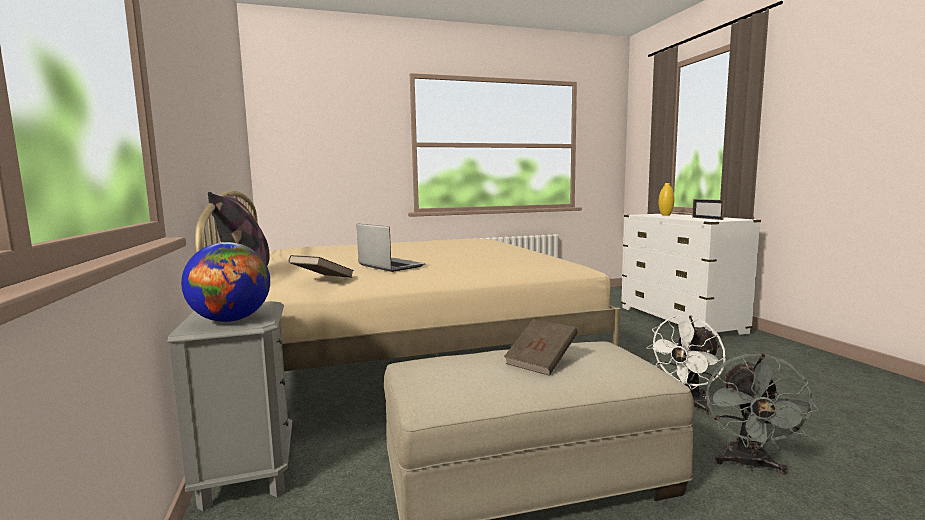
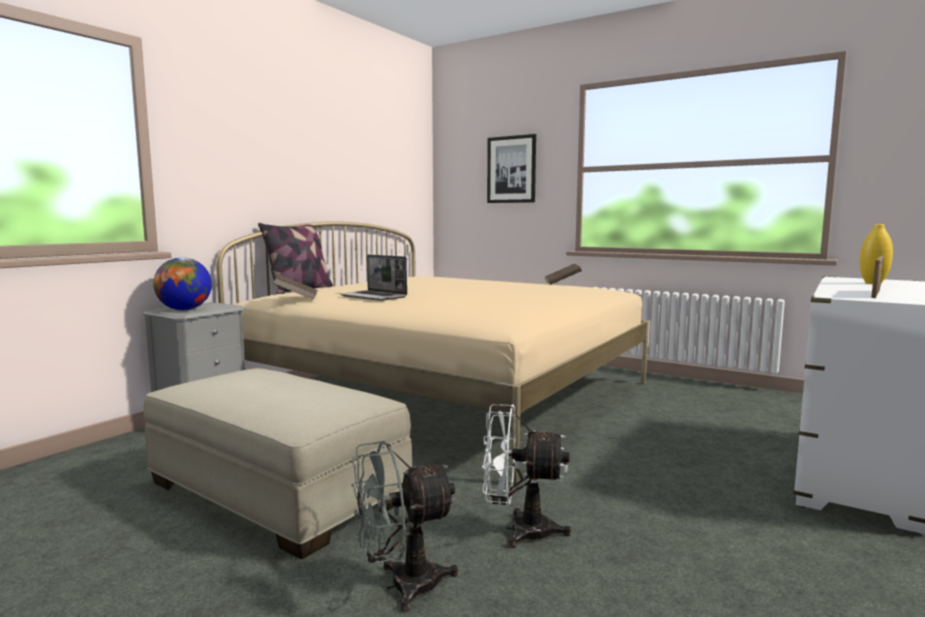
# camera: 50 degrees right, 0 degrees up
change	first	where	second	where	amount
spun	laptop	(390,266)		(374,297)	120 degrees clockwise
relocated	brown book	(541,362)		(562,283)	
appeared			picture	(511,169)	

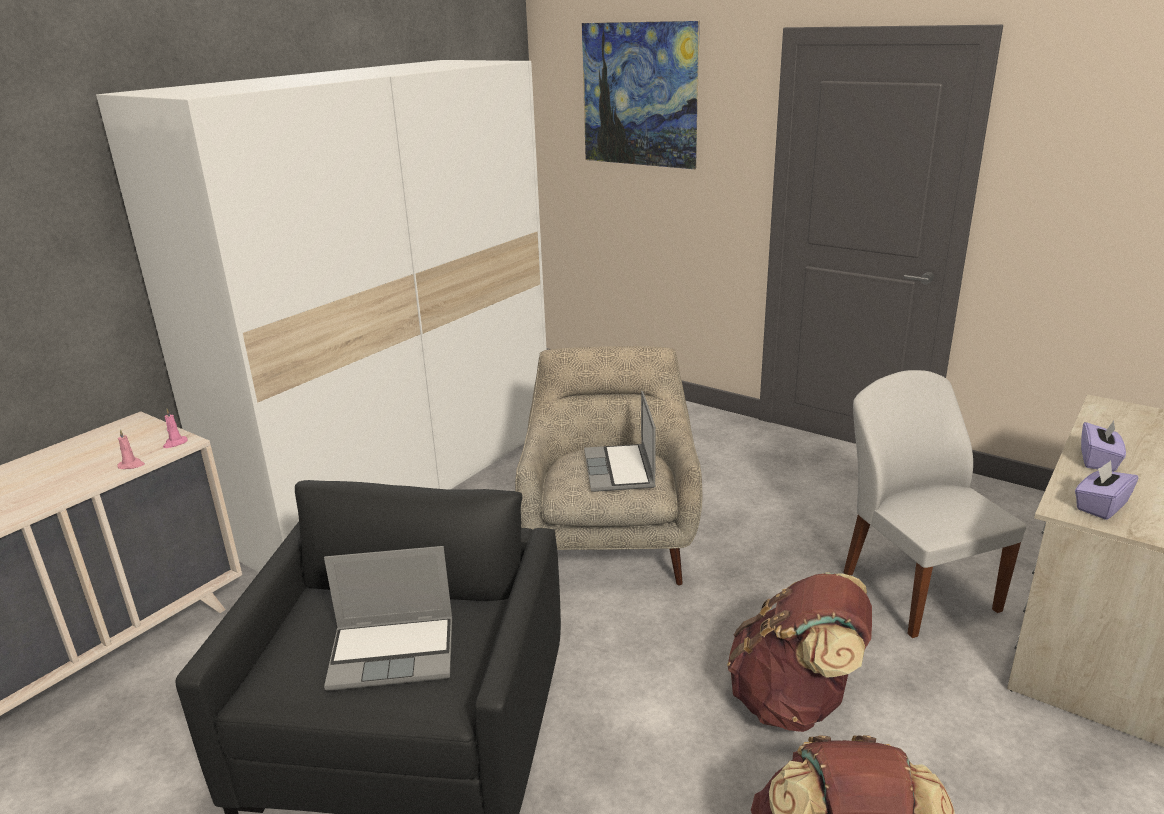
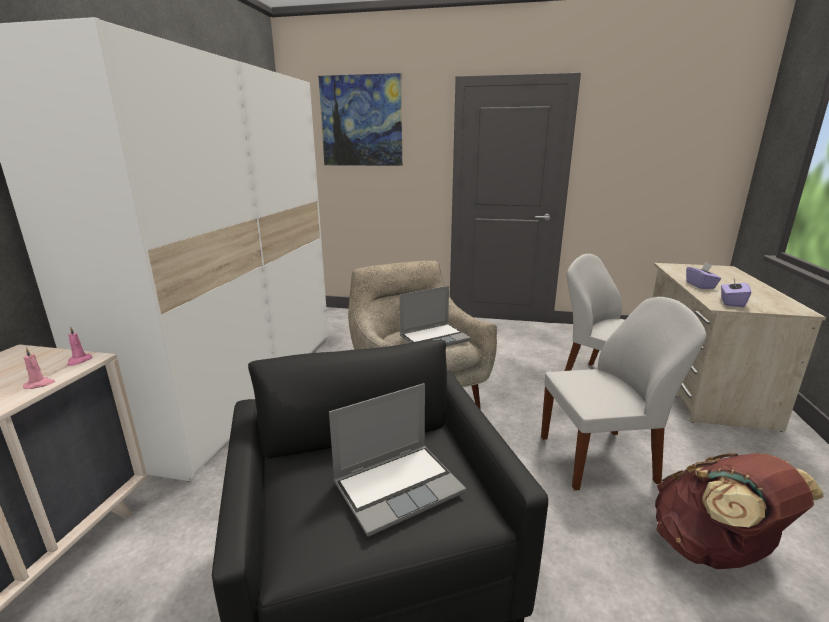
# camera: 25 degrees left, 5 degrees down
change	first	where	second	where	amount
spun	laptop	(620,470)		(434,338)	90 degrees counterclockwise
exchanged	brown backpack	(795,701)	white chair	(600,459)	

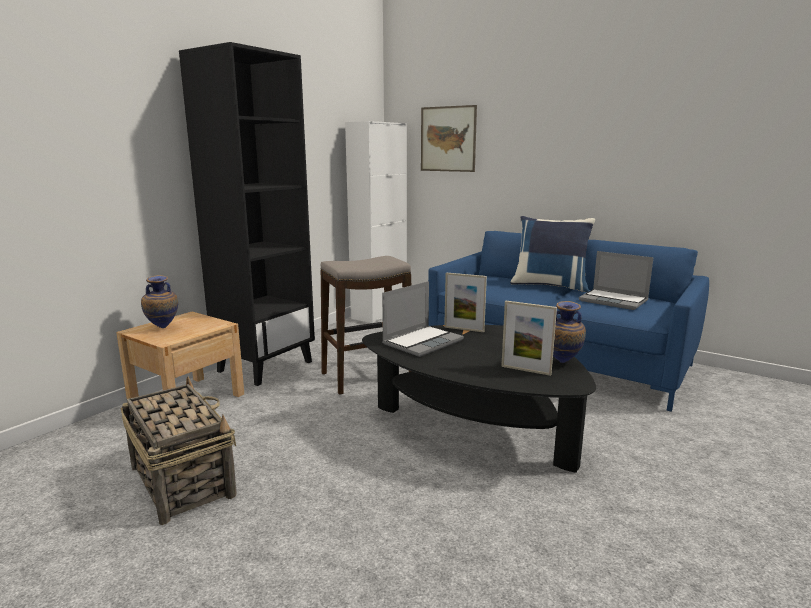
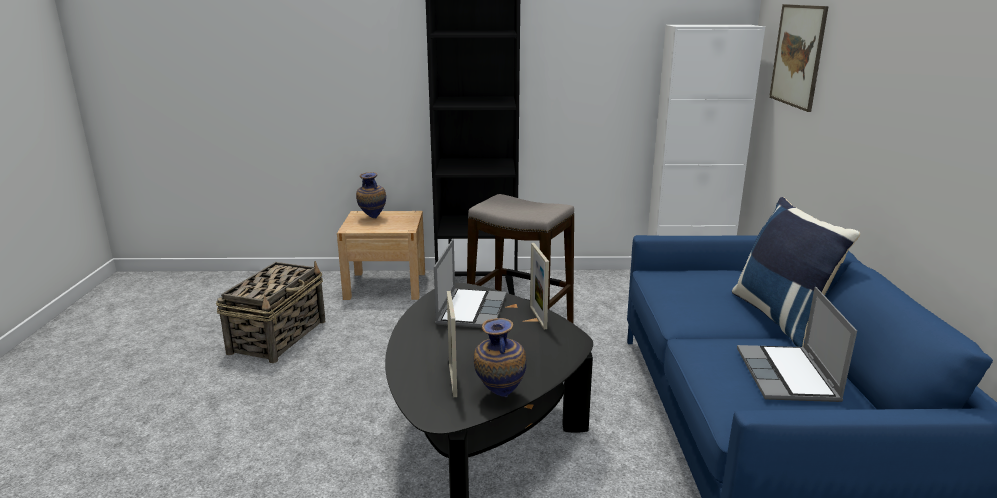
# camera: 55 degrees right, 5 degrees up
change	first	where	second	where	amount
spun	laptop	(423,342)		(470,310)	90 degrees counterclockwise

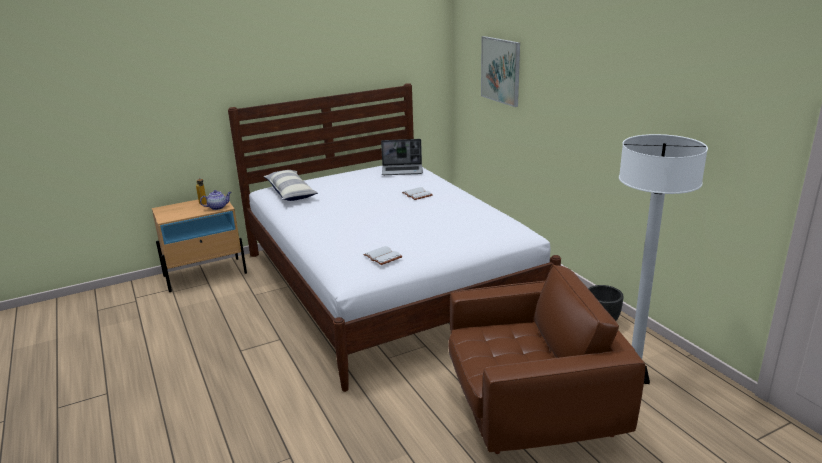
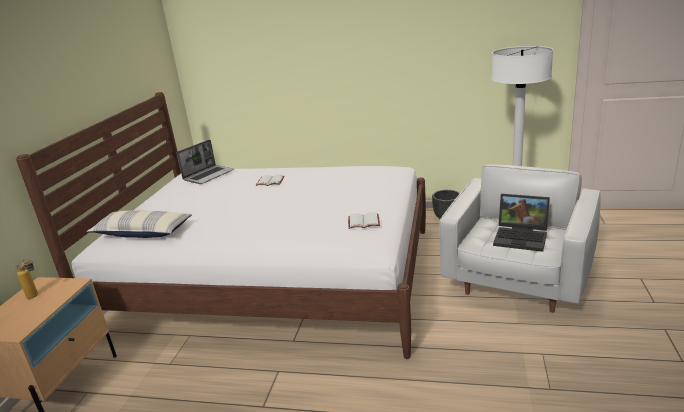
# camera: 50 degrees left, 0 degrees up
change	first	where	second	where	amount
missing	teapot	(218,207)			
colour	brown armchair	(530,411)	white armchair	(518,280)	
missing	picture	(500,70)			
appeared			laptop	(522,237)	

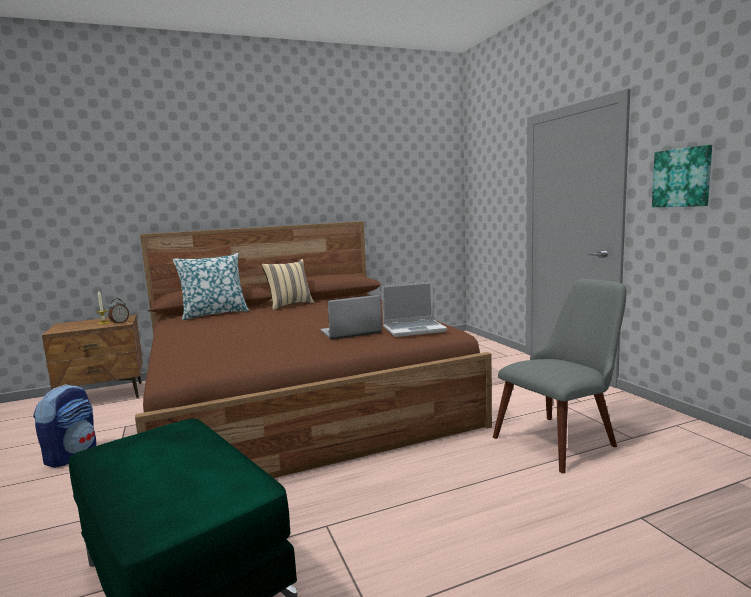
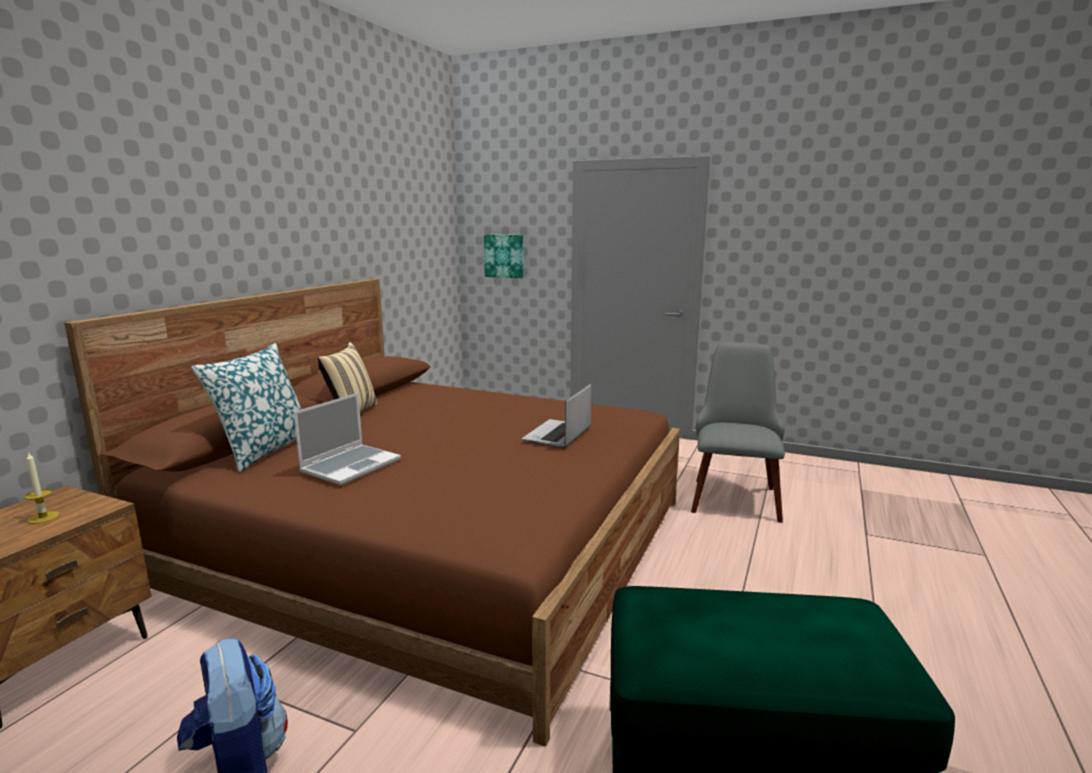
# camera: 45 degrees left, 5 degrees up
change	first	where	second	where	amount
missing	alarm clock	(119,323)			
relocated	laptop	(414,329)		(351,465)	
relocated	picture	(682,177)		(504,256)	

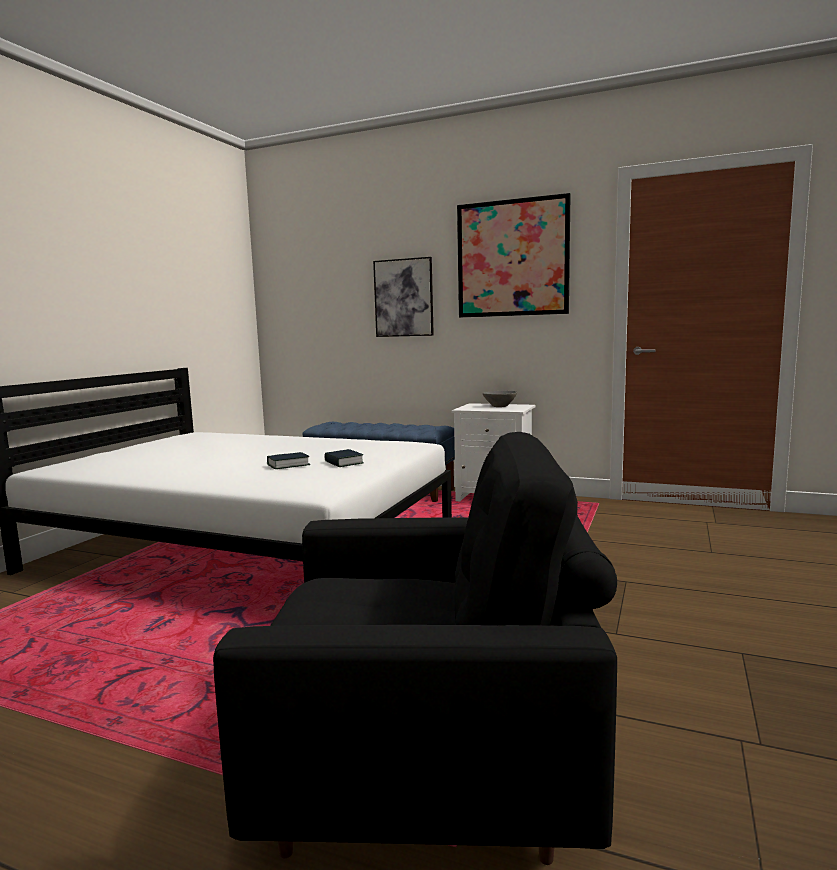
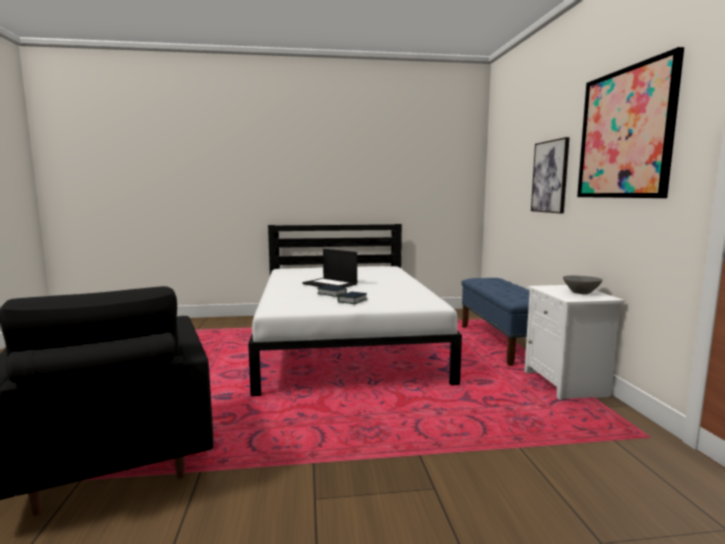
# camera: 60 degrees right, 0 degrees up
change	first	where	second	where	amount
appeared			laptop	(330,284)	

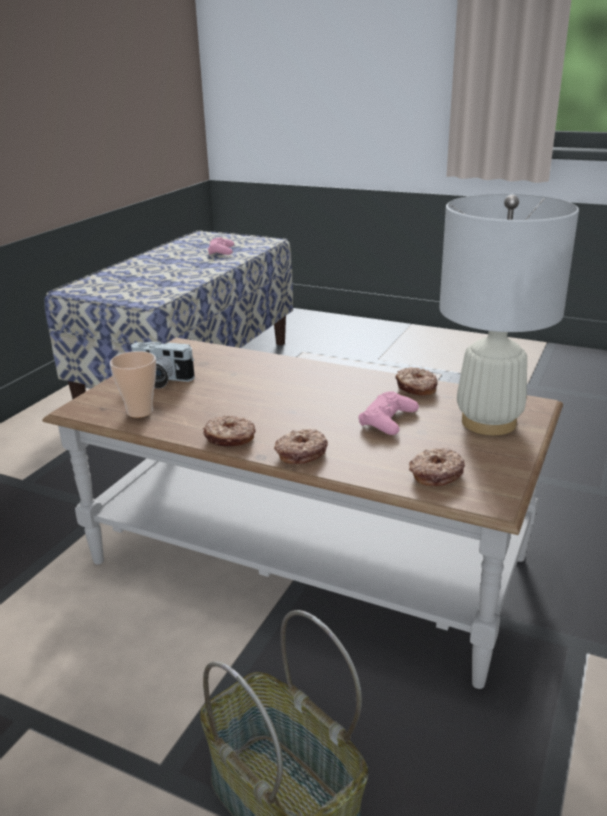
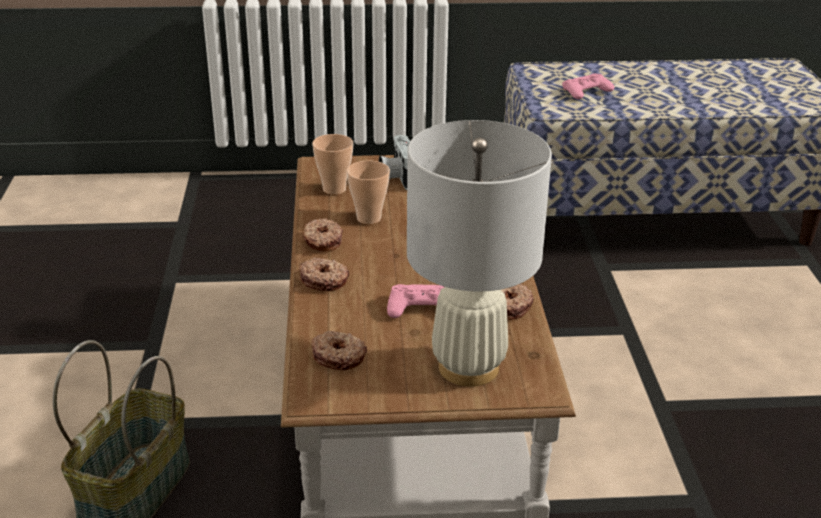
# camera: 60 degrees right, 5 degrees up
change	first	where	second	where	amount
relocated	pink game controller	(221,251)		(586,91)	
appeared			cup	(369,218)	

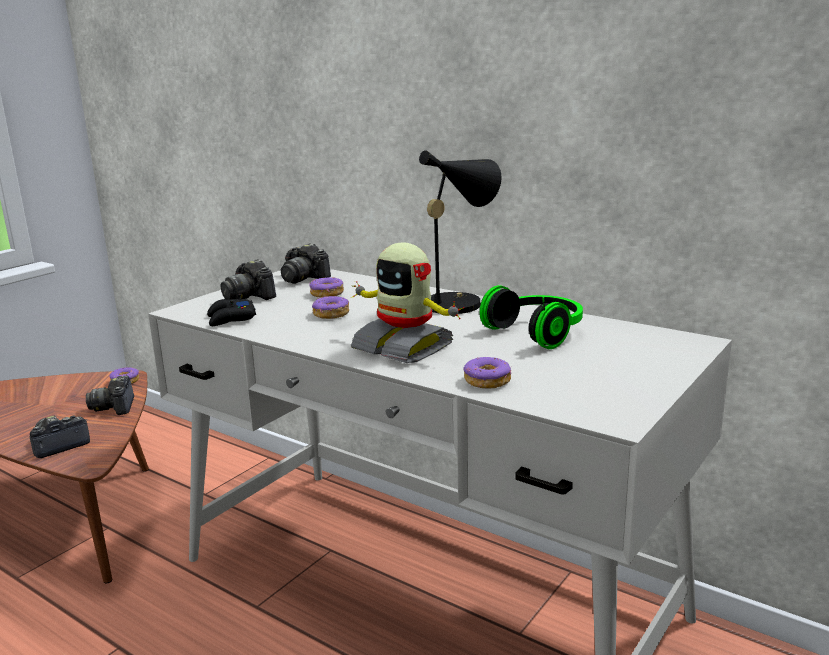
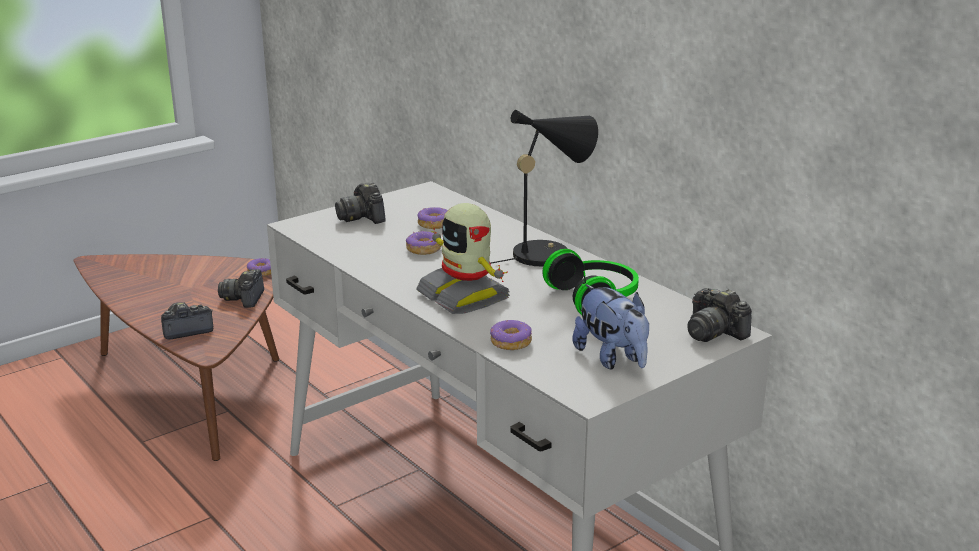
# camera: 15 degrees right, 5 degrees up
change	first	where	second	where	amount
missing	black game controller	(231,319)			
relocated	photo camera	(303,278)		(714,332)	
appeared			plush toy	(612,358)	

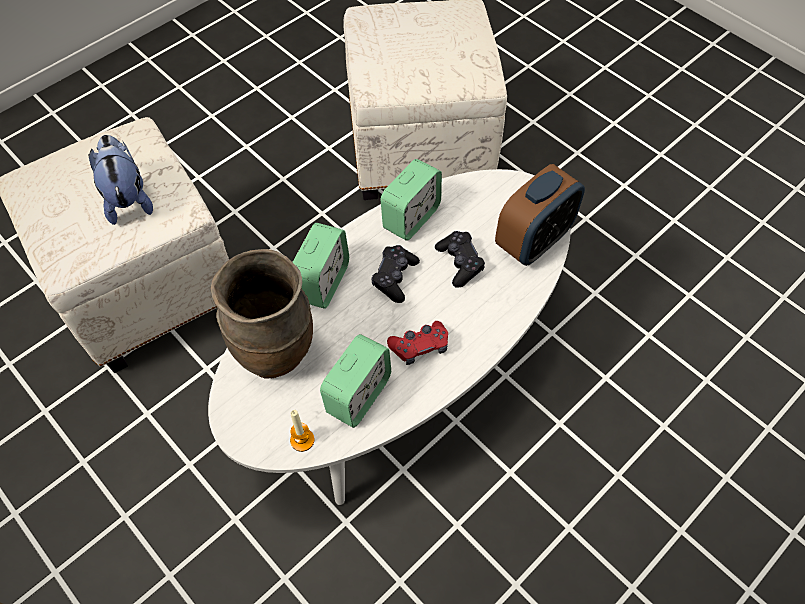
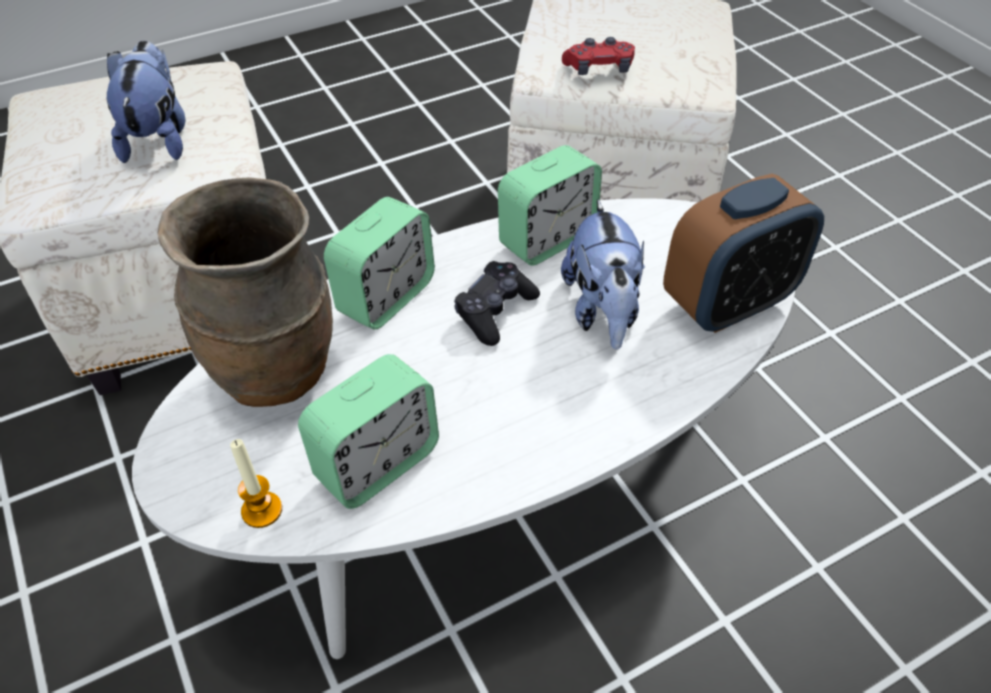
# camera: 15 degrees right, 10 degrees down
change	first	where	second	where	amount
relocated	red game controller	(420,346)		(598,69)	
exchanged	black game controller	(459,263)	plush toy	(602,311)	

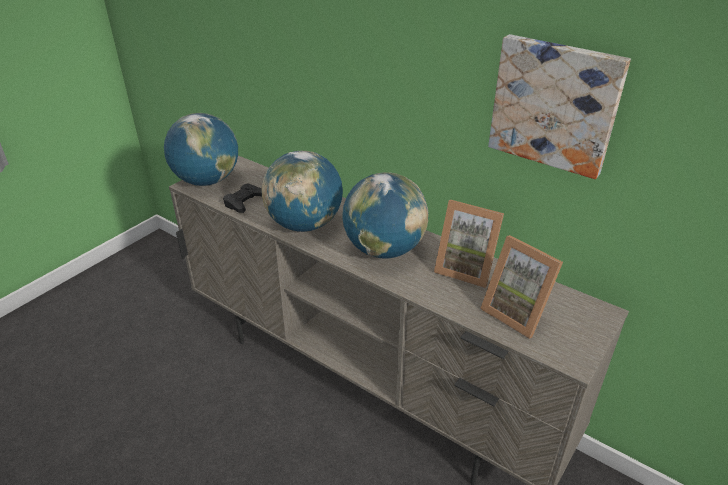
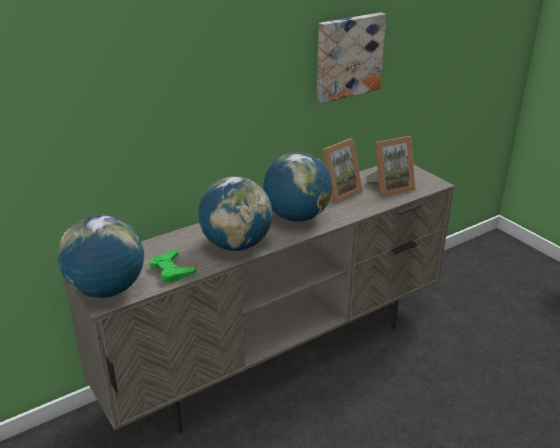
# camera: 70 degrees left, 5 degrees down
change	first	where	second	where	amount
colour	black game controller	(246,202)	green game controller	(172,270)	

